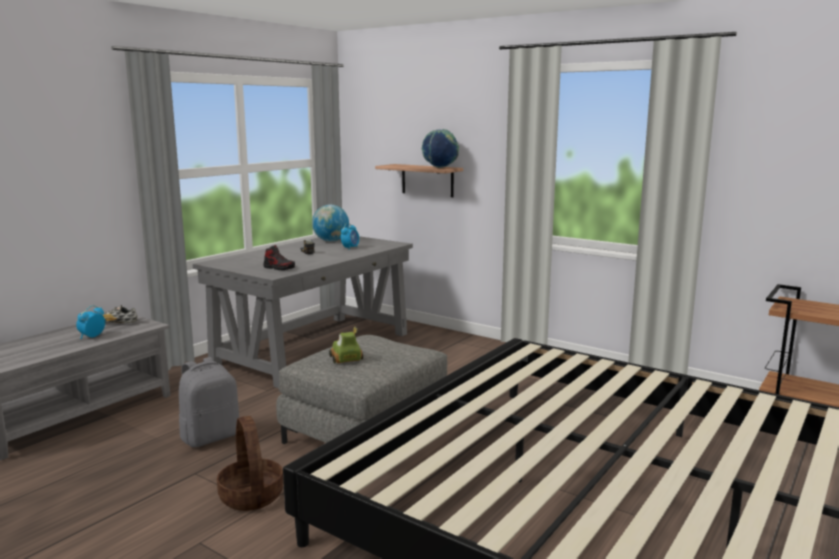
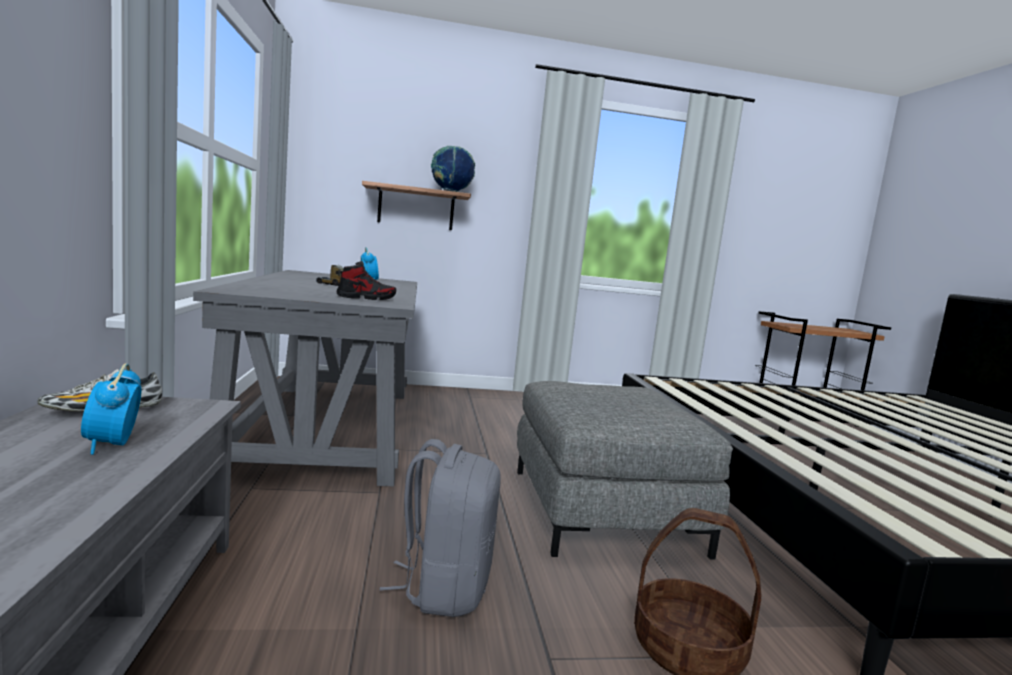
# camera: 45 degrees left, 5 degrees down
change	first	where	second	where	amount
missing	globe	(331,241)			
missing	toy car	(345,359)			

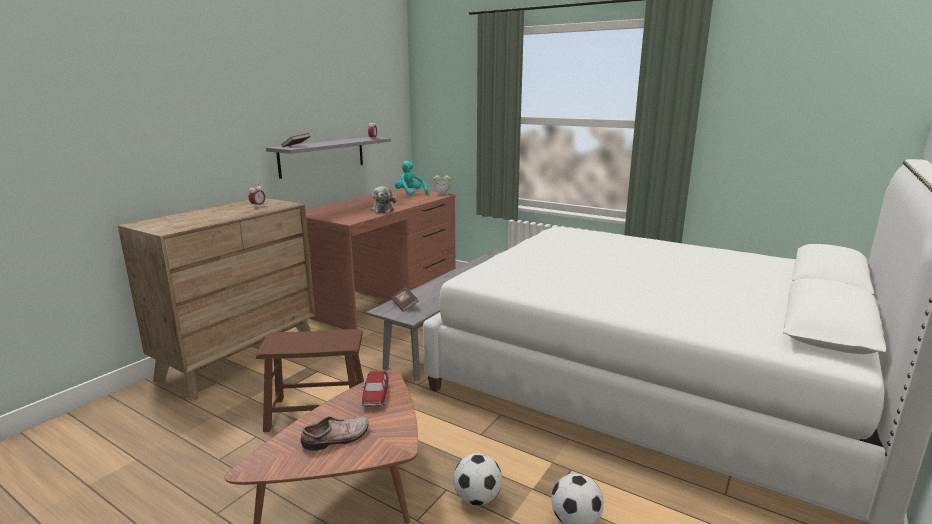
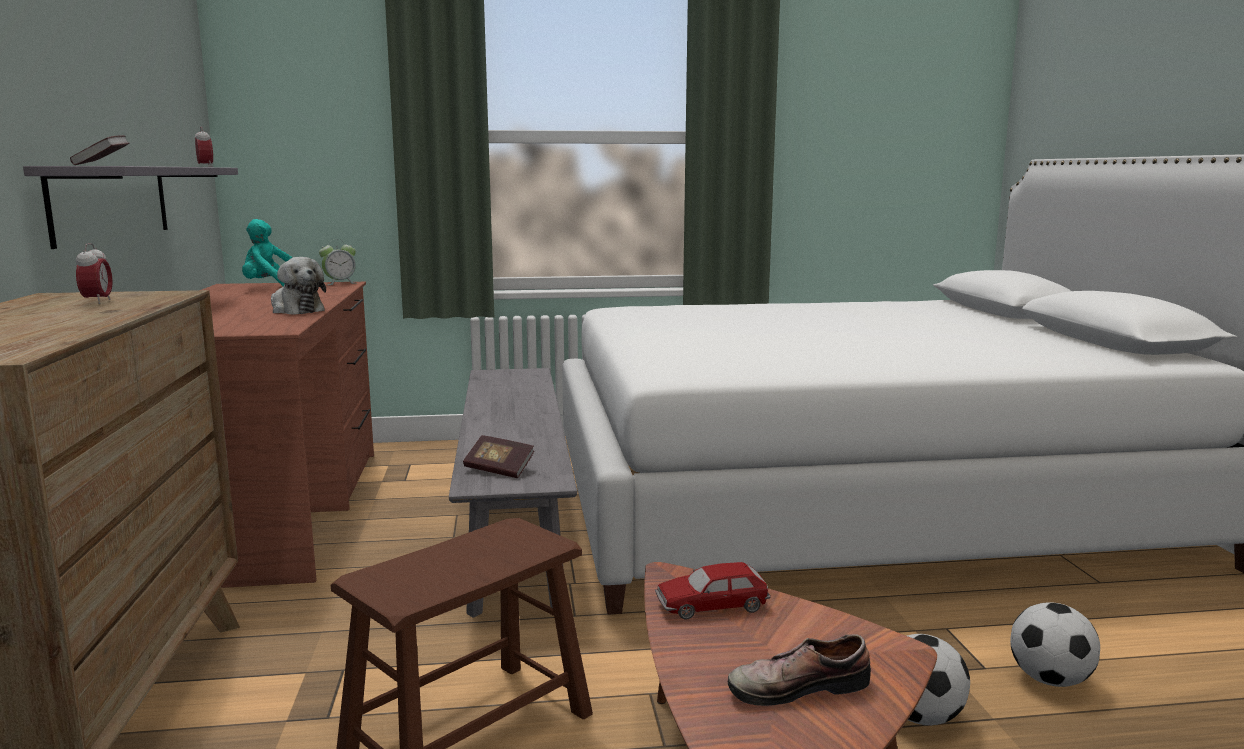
# camera: 40 degrees left, 5 degrees down
change	first	where	second	where	amount
spun	shoe	(337,439)		(795,685)	120 degrees counterclockwise
spun	toy car	(375,396)		(711,605)	120 degrees clockwise

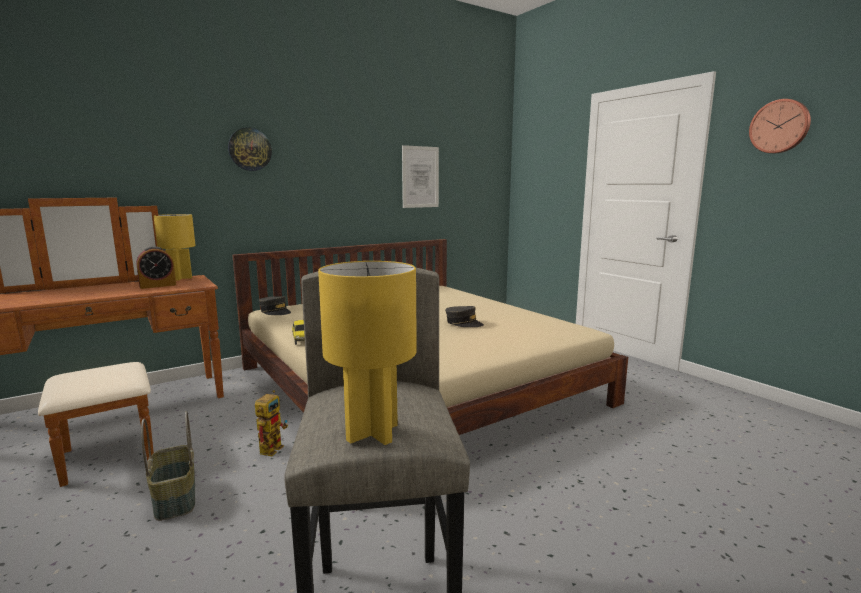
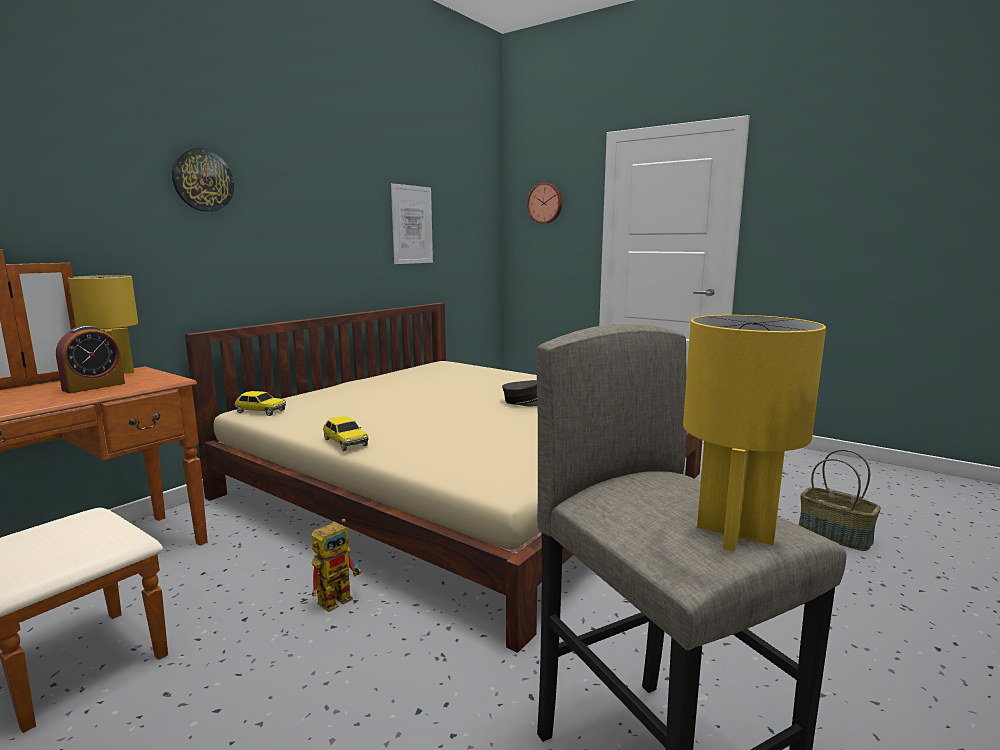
# camera: 20 degrees left, 0 degrees up
change	first	where	second	where	amount
relocated	basket	(176,498)		(835,535)	
spun	toy robot	(272,447)		(339,596)	45 degrees clockwise
exchanged	grey cap	(275,311)	toy car	(260,411)	
relocated	wall clock	(780,126)		(545,203)	

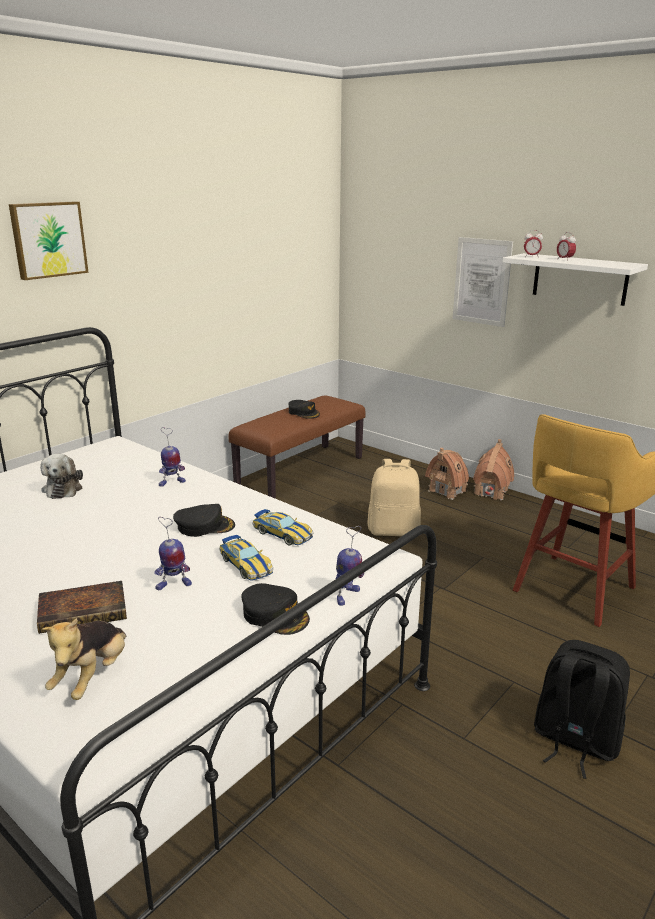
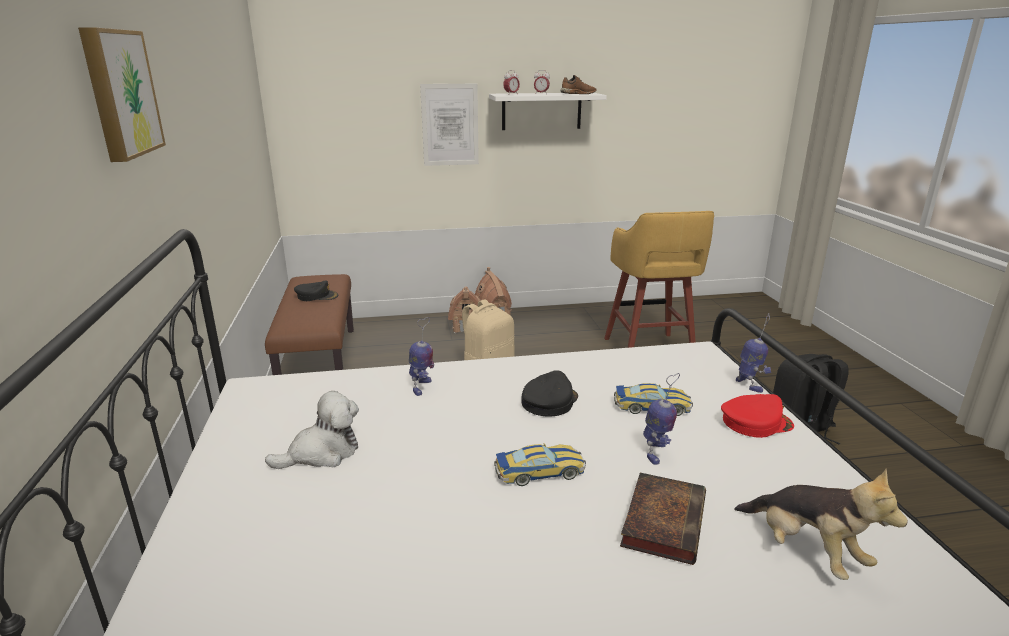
# camera: 50 degrees left, 0 degrees up
change	first	where	second	where	amount
spun	plush toy	(63,488)		(322,453)	60 degrees counterclockwise
colour	black cap	(275,615)	red cap	(755,422)	
relocated	toy car	(282,534)		(539,471)	
appeared			brown shoe	(578,94)	

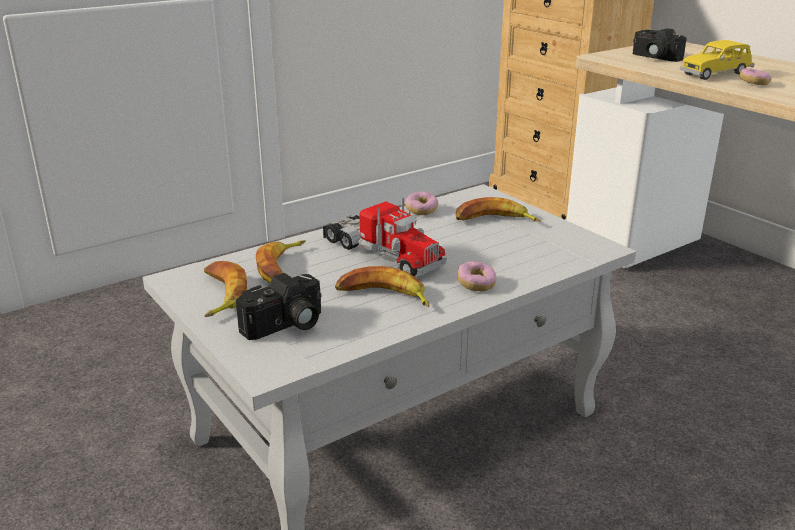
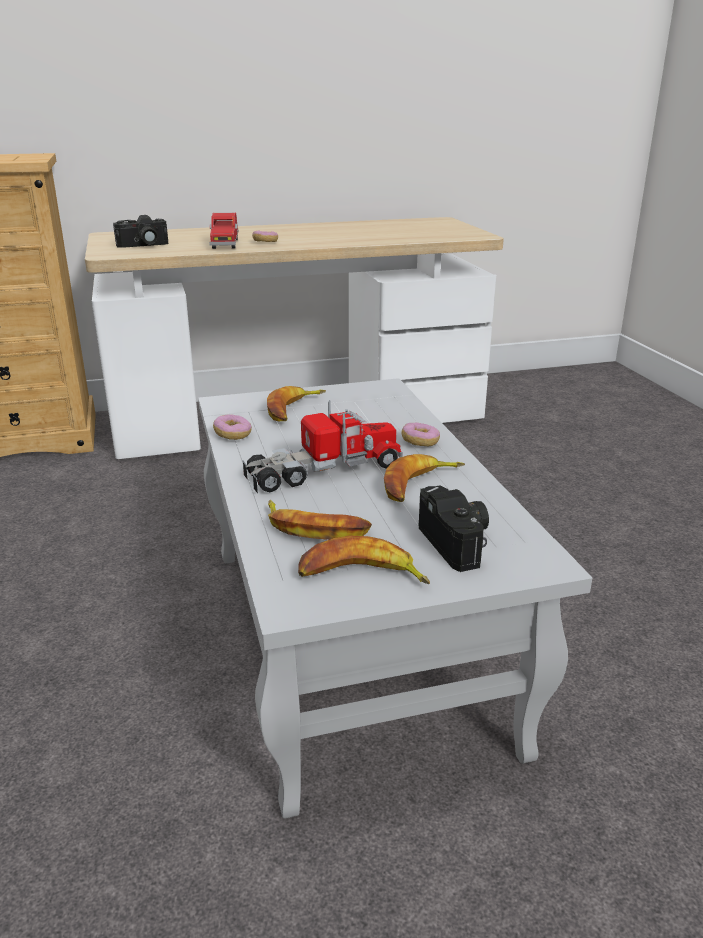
# camera: 70 degrees left, 0 degrees up
change	first	where	second	where	amount
colour	yellow toy car	(715,74)	red toy car	(225,244)	

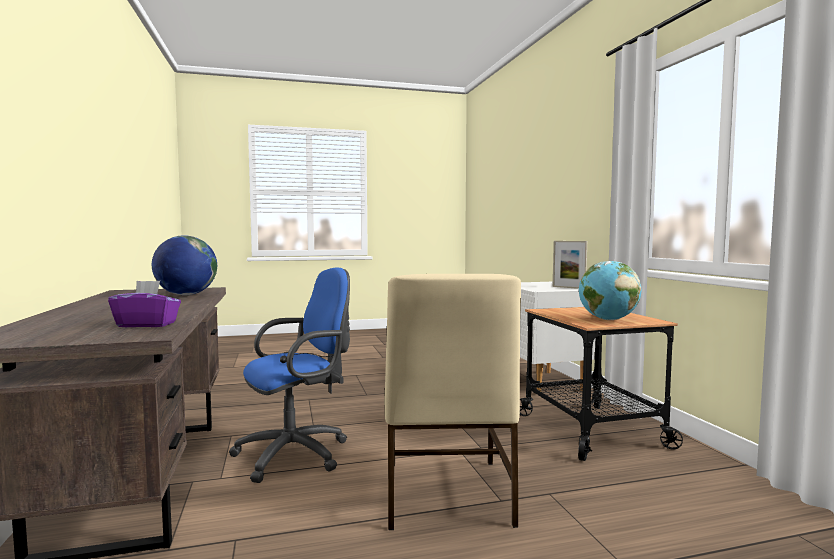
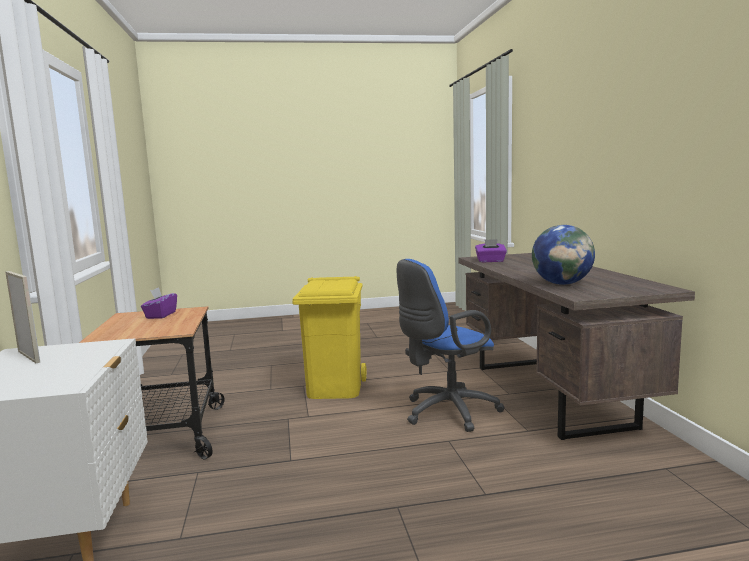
# camera: 175 degrees left, 5 degrees up
change	first	where	second	where	amount
exchanged	beige chair	(445,494)	yellow trash can	(335,388)	
exchanged	globe	(608,319)	purple tissue box	(160,315)	

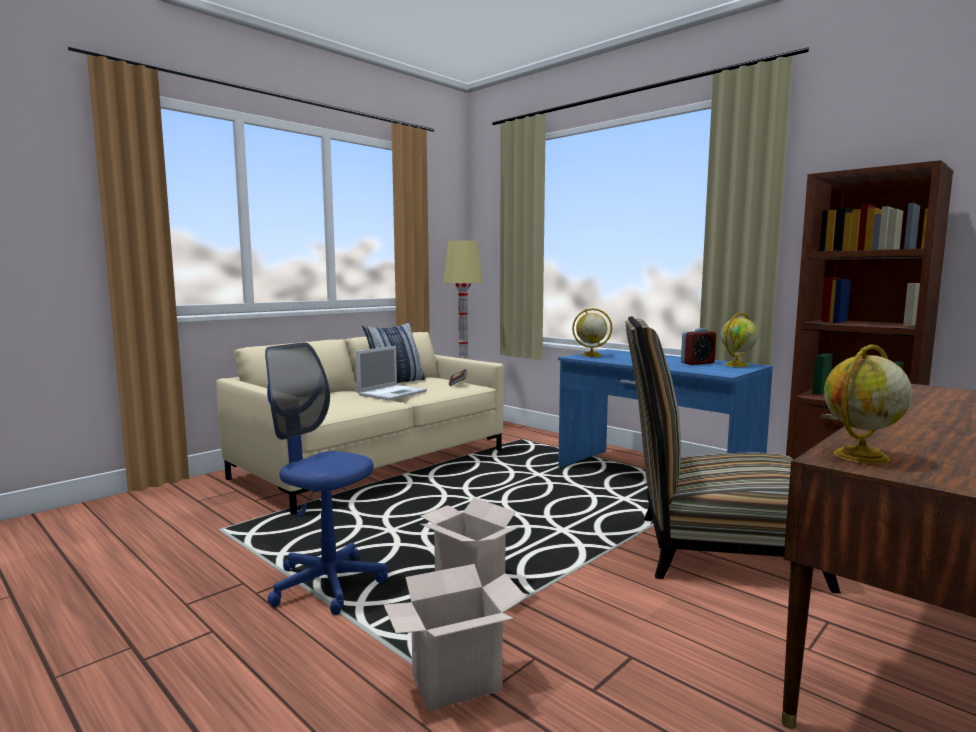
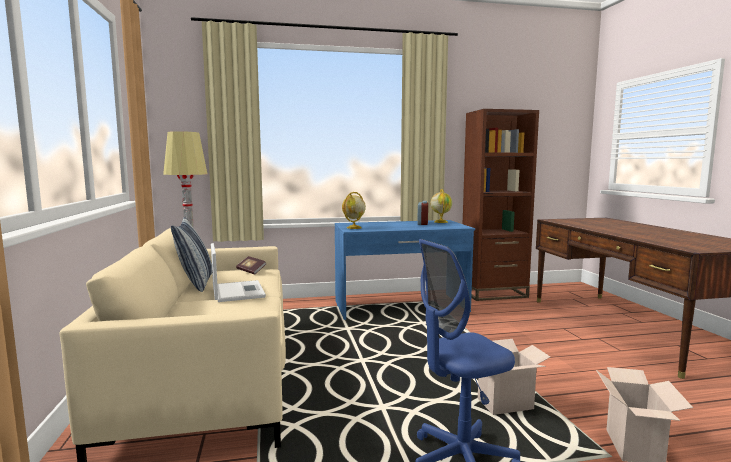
# camera: 55 degrees left, 0 degrees up
change	first	where	second	where	amount
missing	chair	(714,550)			
missing	globe	(860,456)			

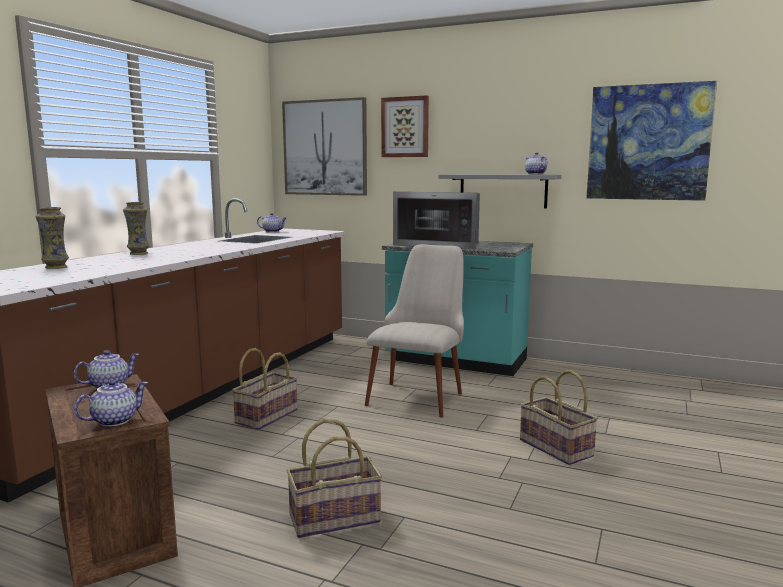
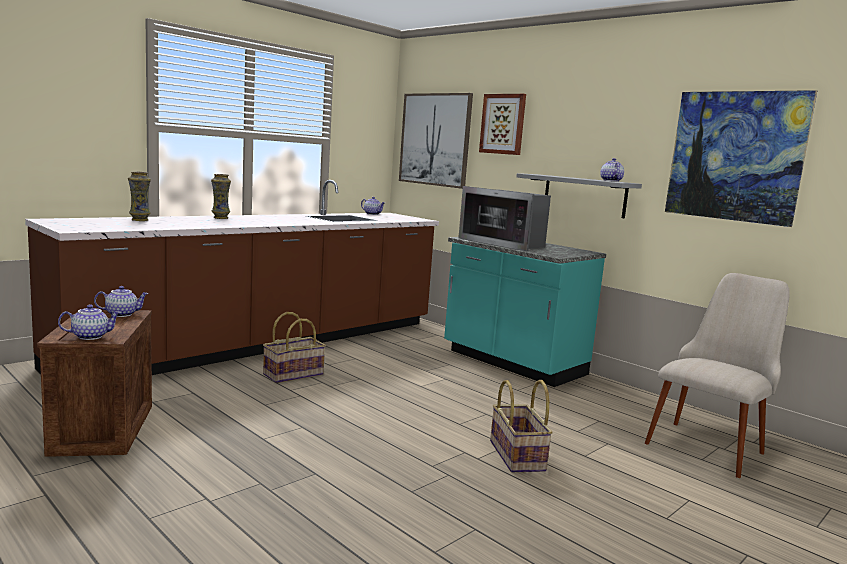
# camera: 20 degrees right, 0 degrees up
change	first	where	second	where	amount
missing	basket	(334,517)			
relocated	beige chair	(420,393)		(711,443)	

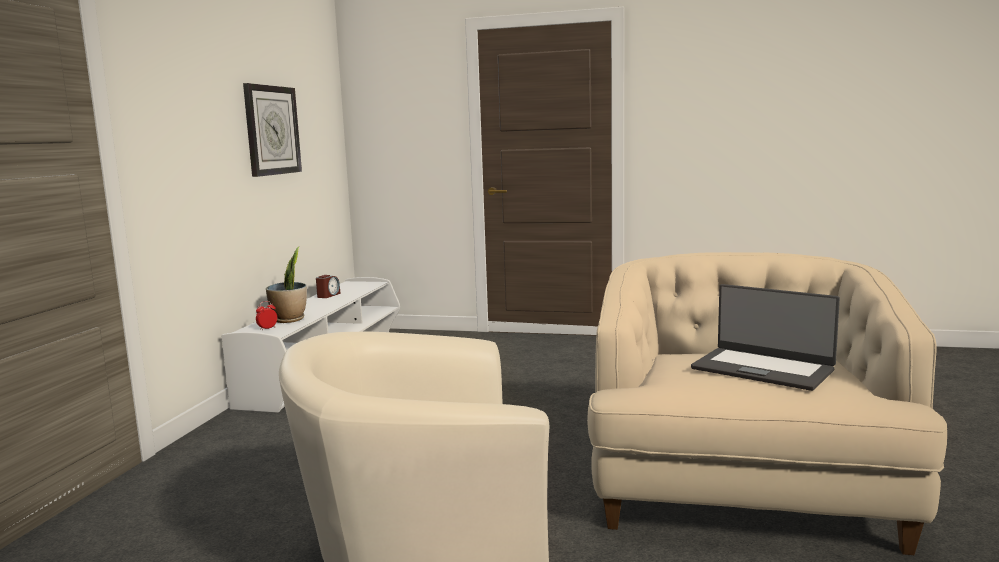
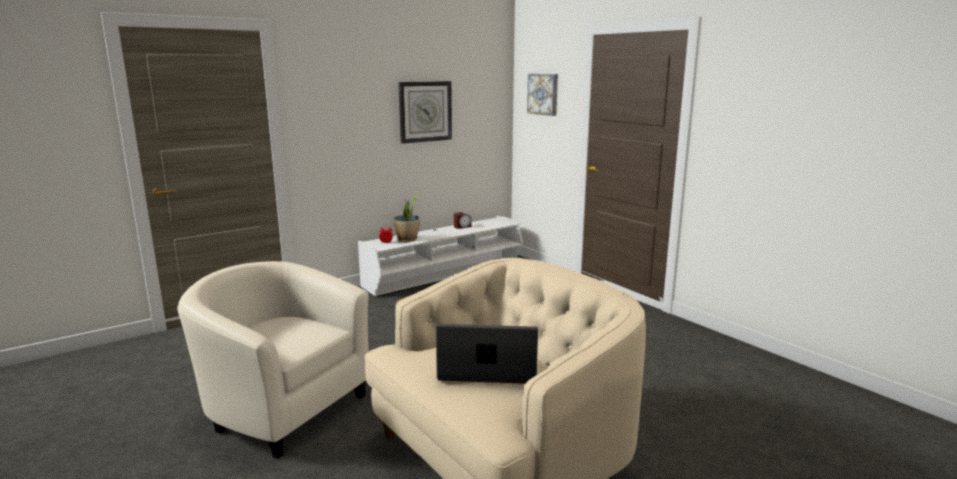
# camera: 40 degrees right, 5 degrees up
change	first	where	second	where	amount
spun	laptop	(762,369)		(487,370)	105 degrees clockwise
appeared			picture	(543,94)	

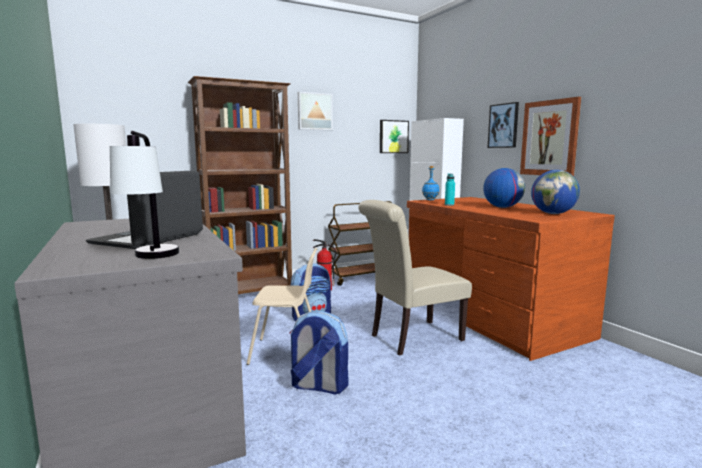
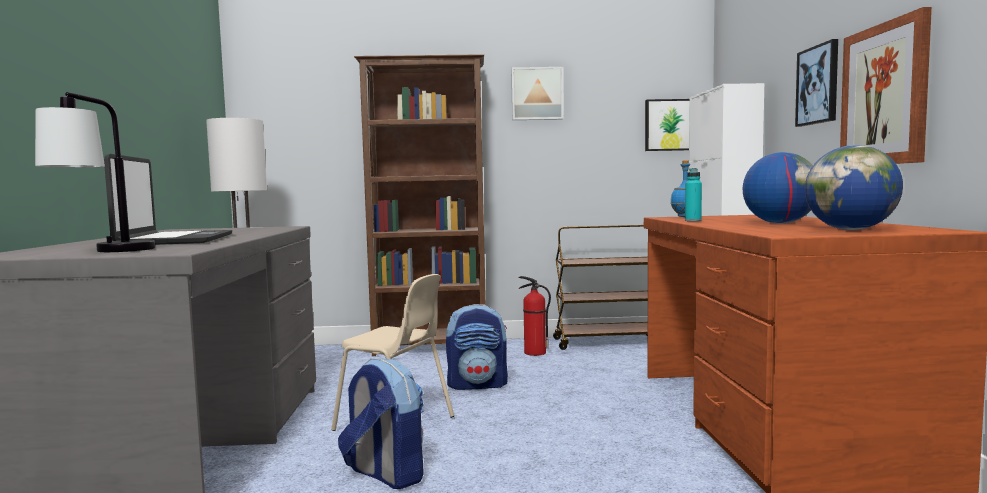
# camera: 25 degrees right, 5 degrees down
change	first	where	second	where	amount
spun	laptop	(149,239)		(175,240)	120 degrees clockwise
missing	beige chair	(411,338)			

